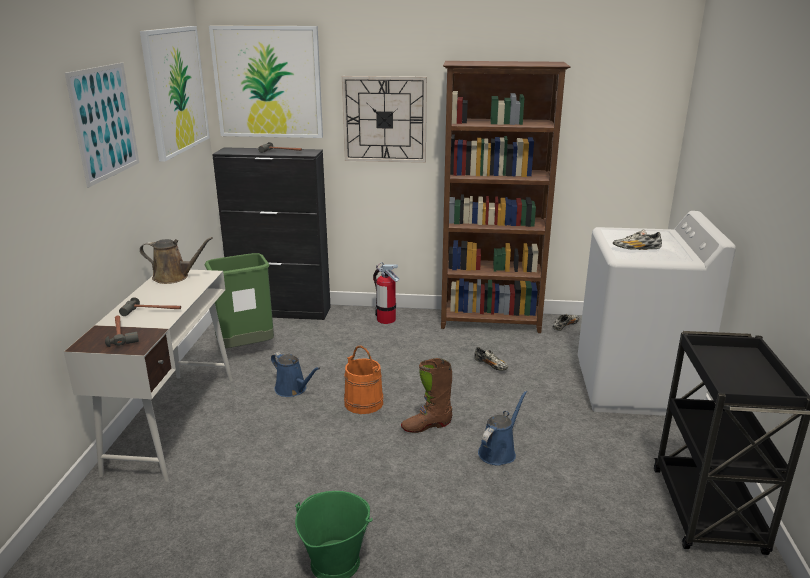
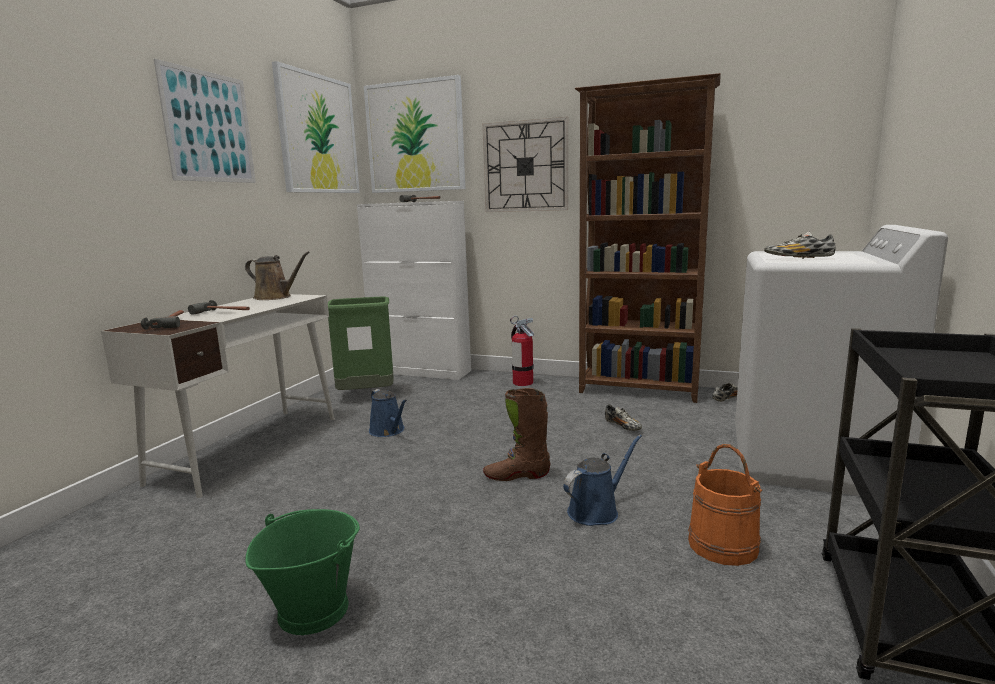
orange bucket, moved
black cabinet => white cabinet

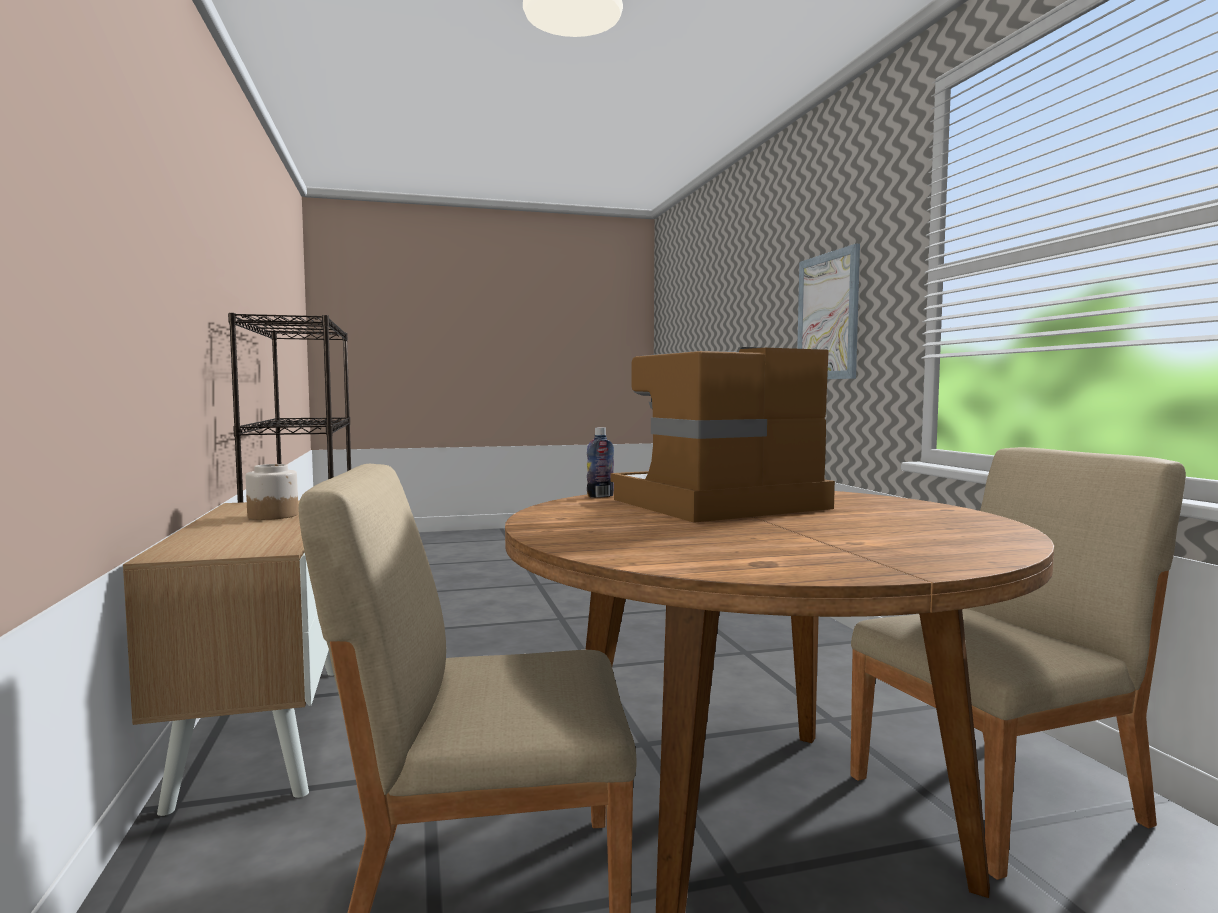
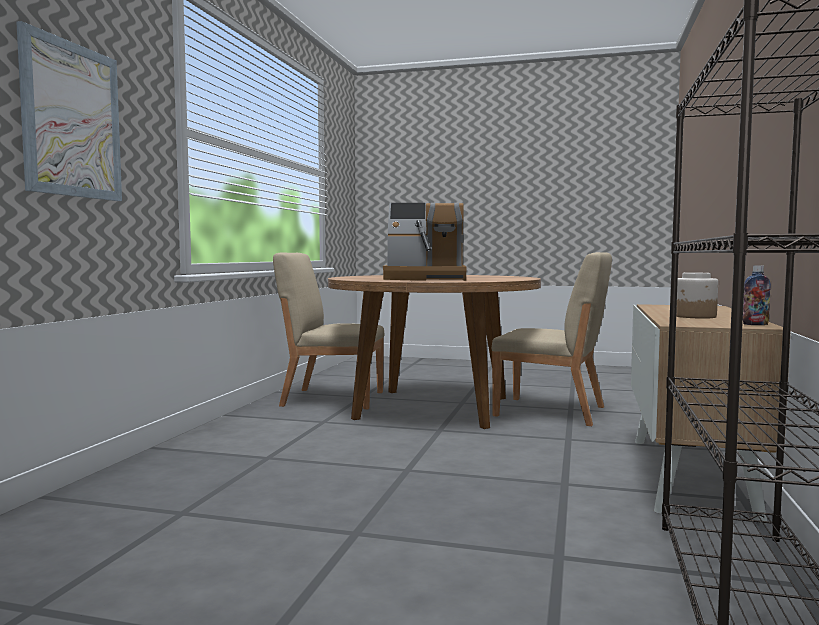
bottle, moved

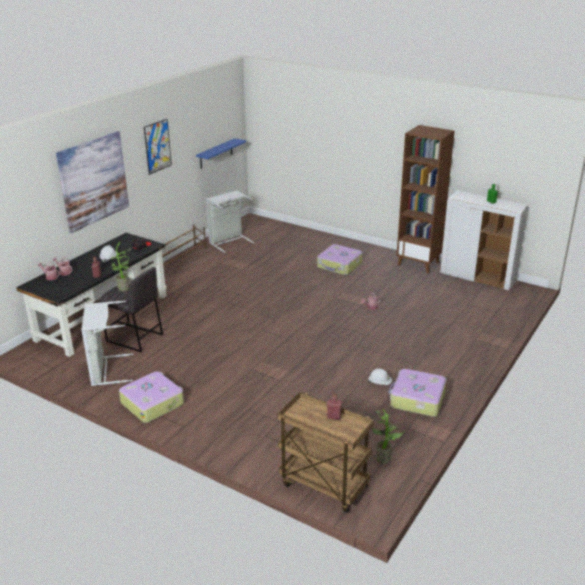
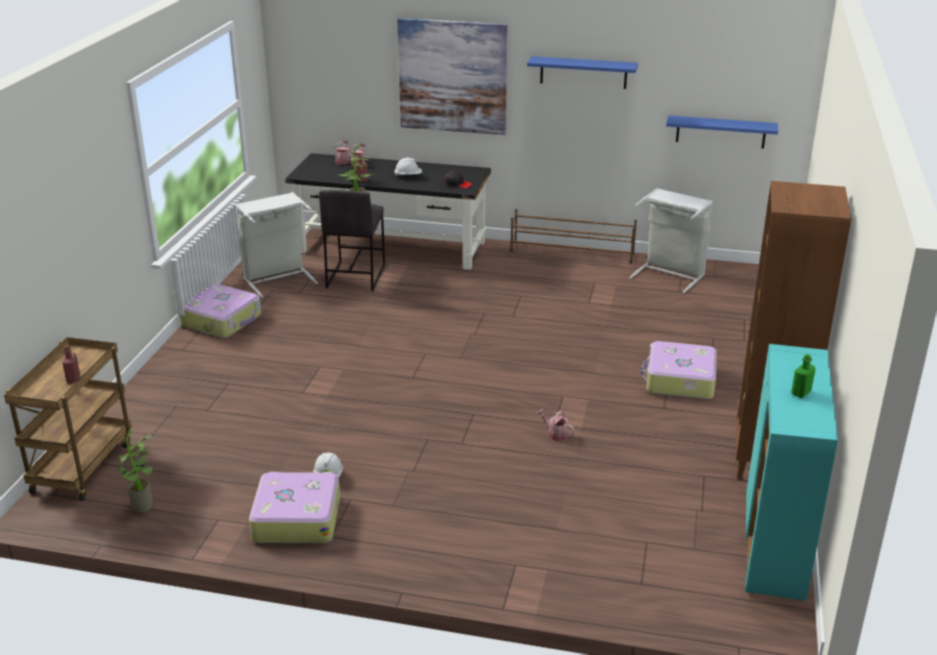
picture (2nd from left) => blue shelf (1st from left)
white cabinet => turquoise cabinet

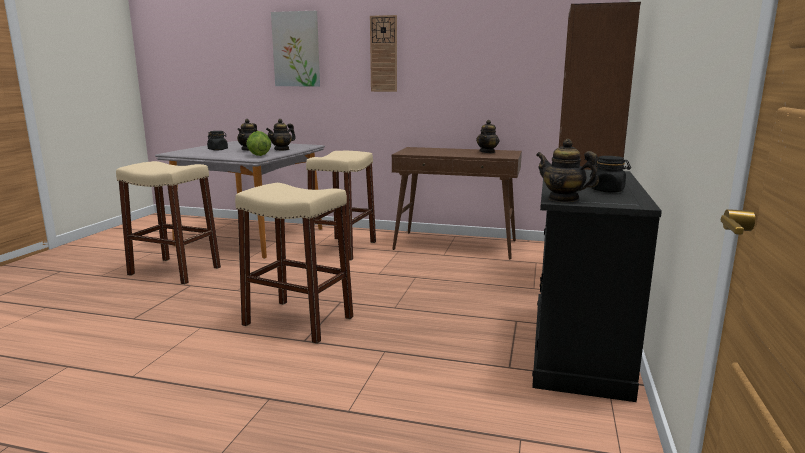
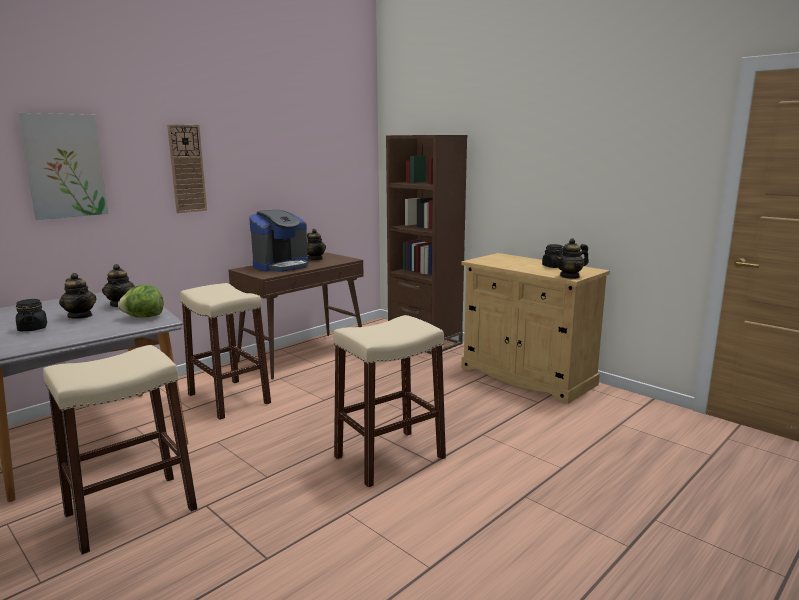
nothing => coffee machine
black cabinet => beige cabinet

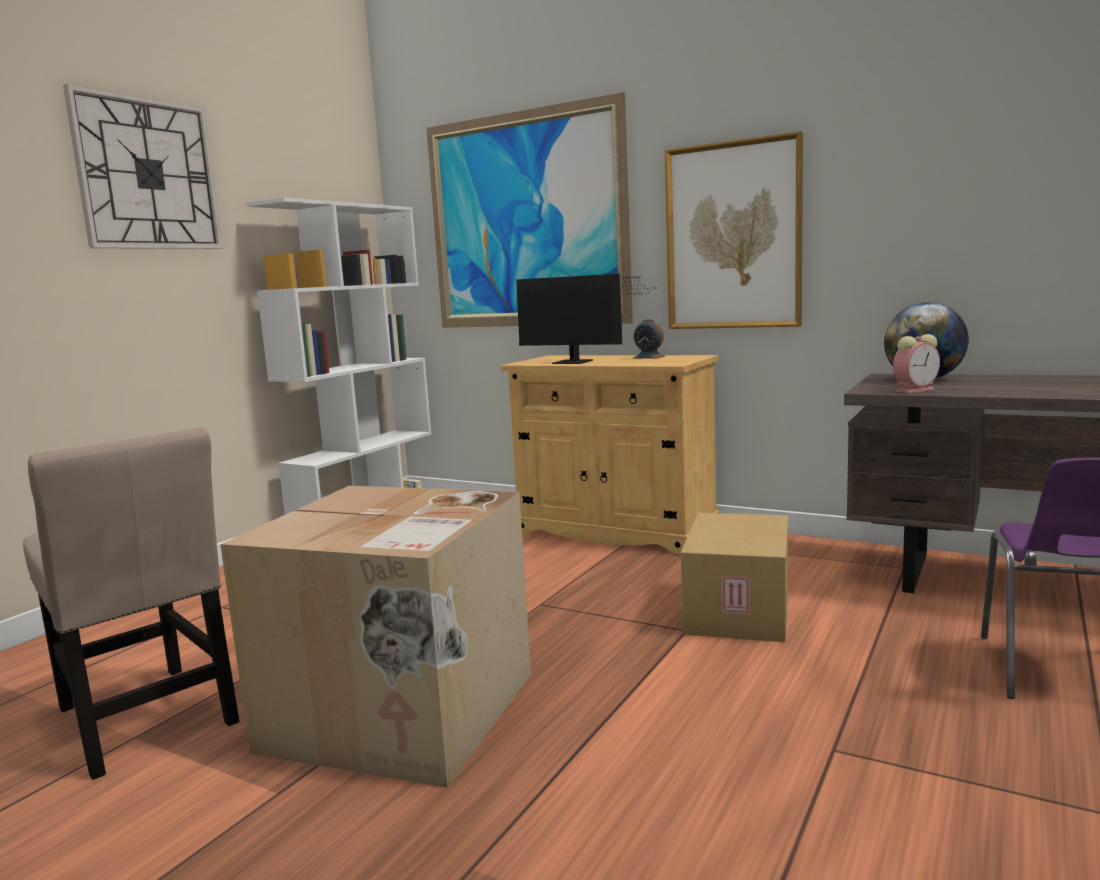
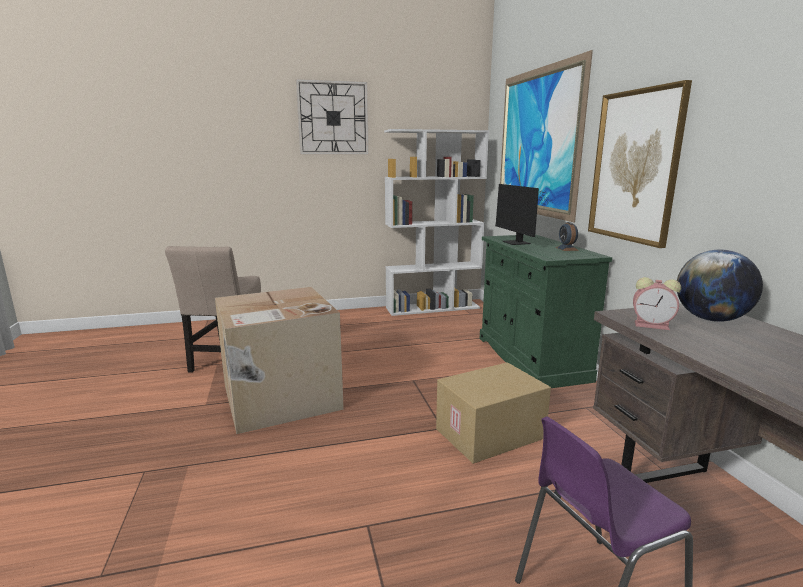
beige cabinet => green cabinet

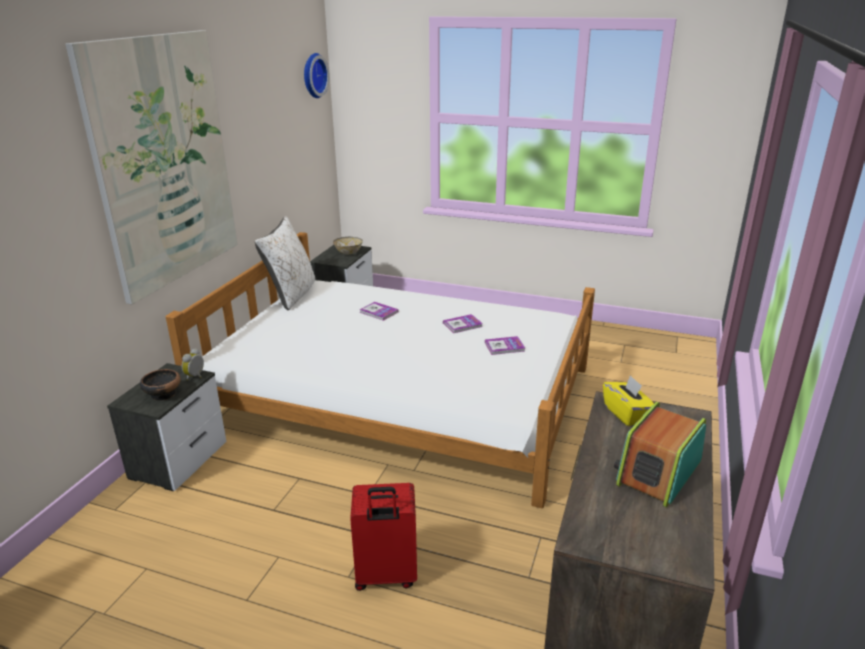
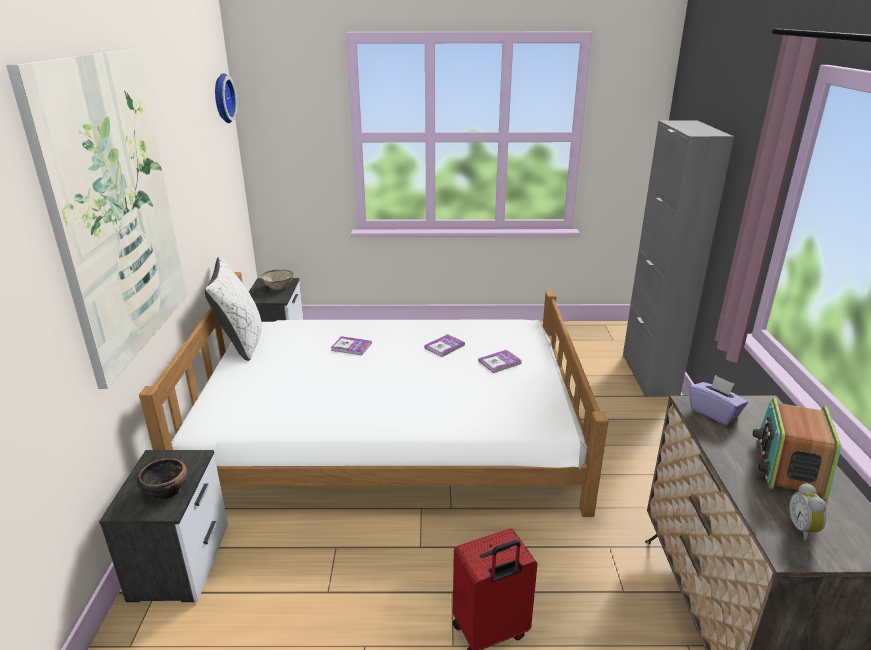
nothing => grey cabinet
alarm clock, moved
yellow tissue box => purple tissue box

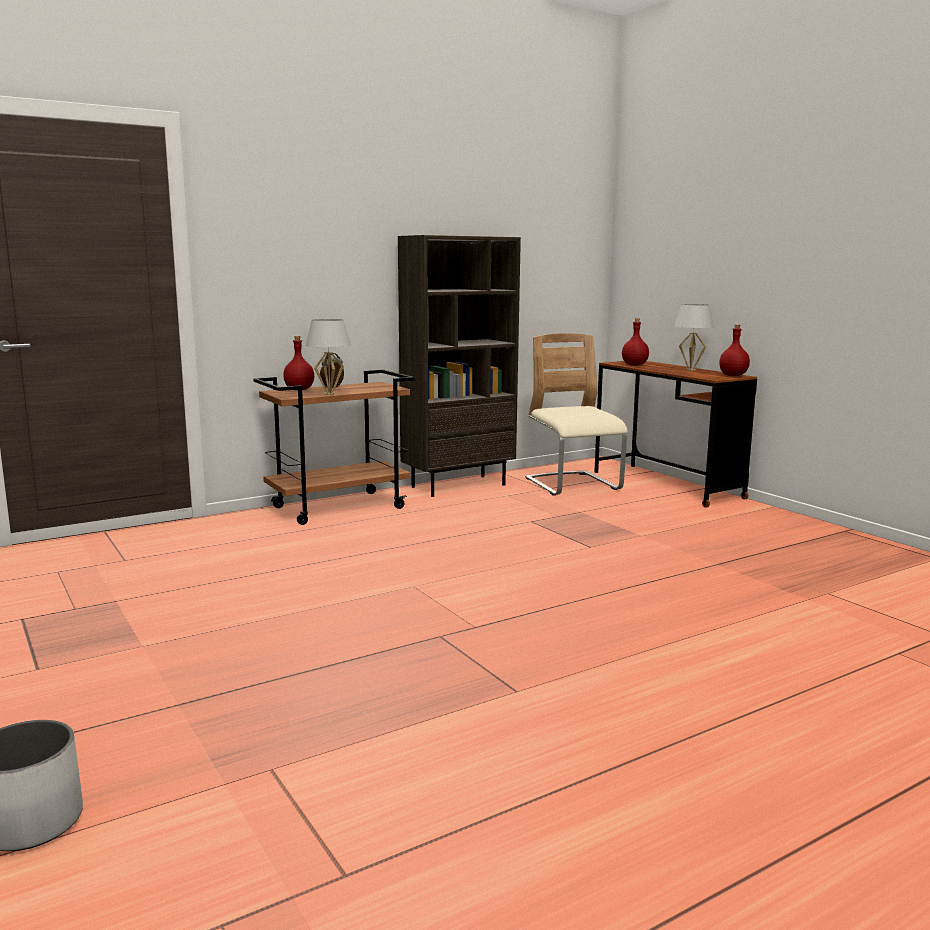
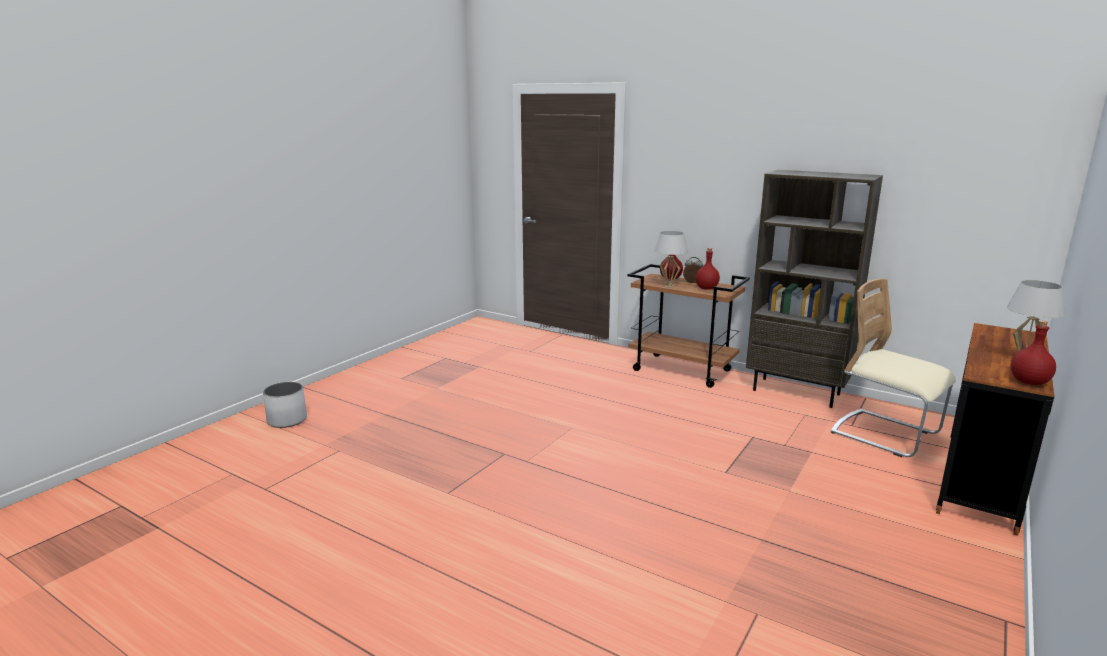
red bottle (2nd from left), moved
beige chair, 90 degrees counterclockwise

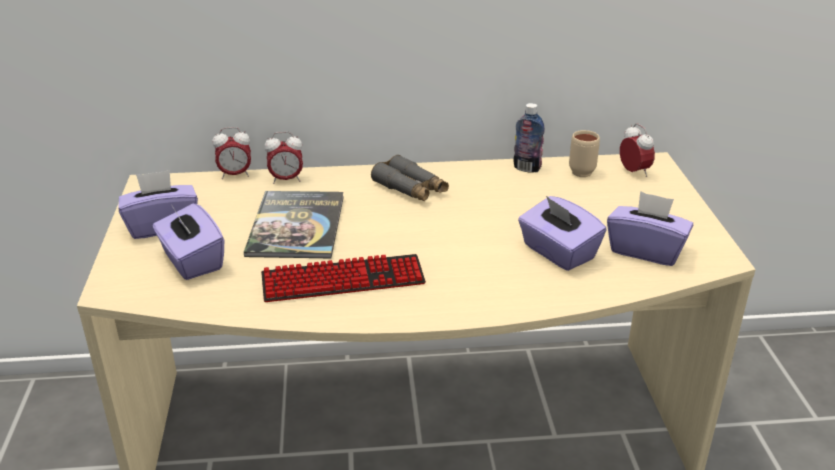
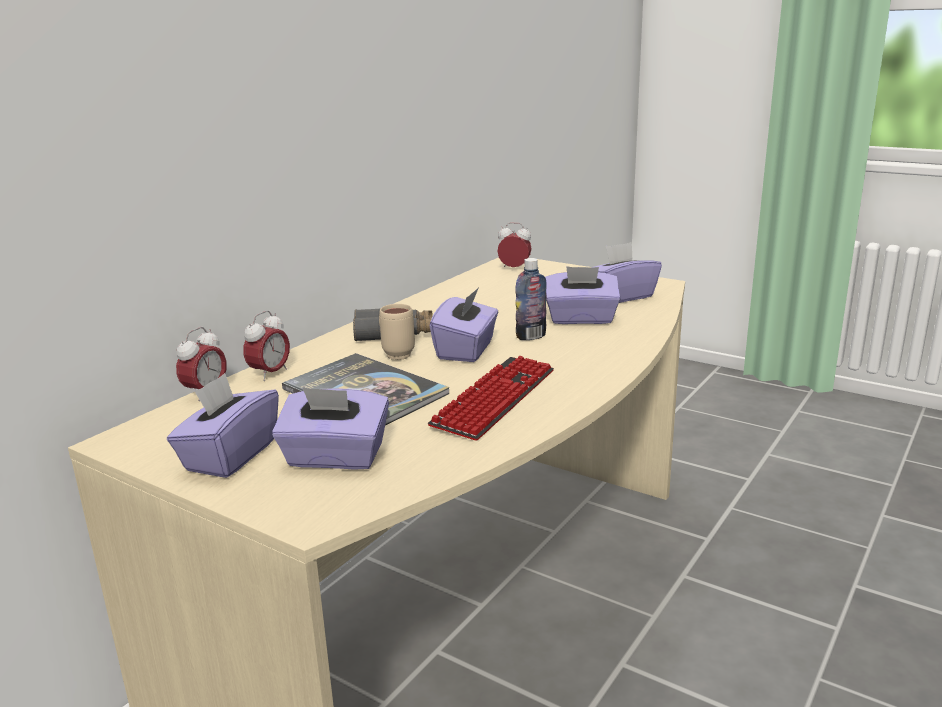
nothing => purple tissue box (3rd from left)
bottle, moved
beige mug, moved

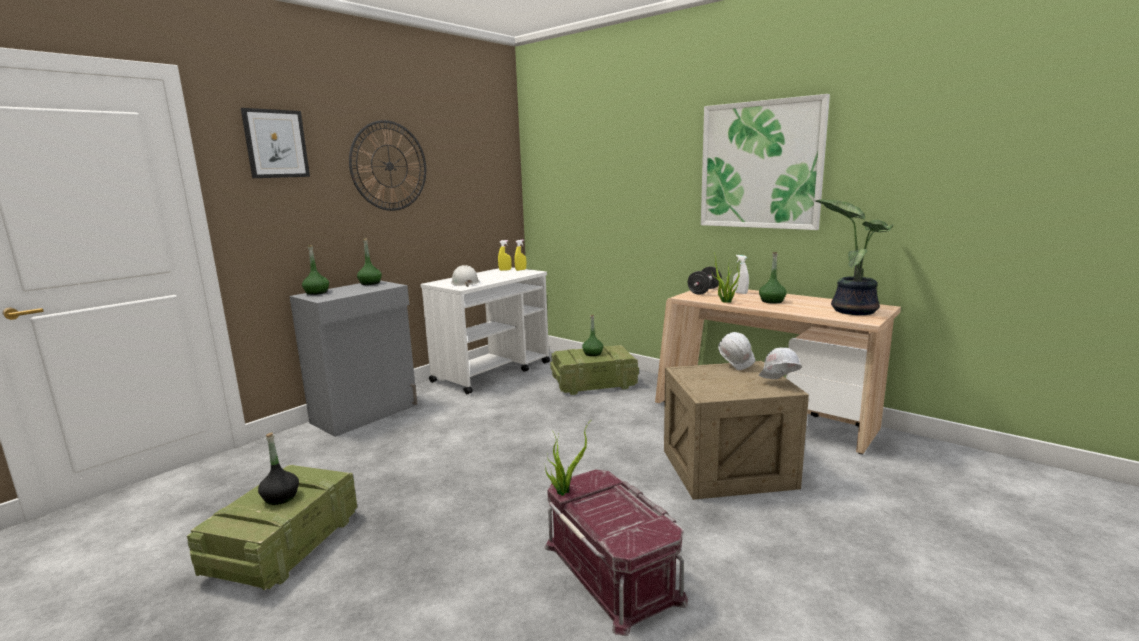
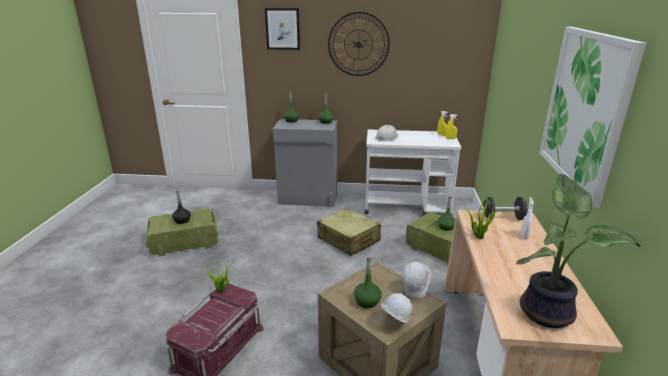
nothing => beige suitcase
green bottle (4th from left in the first image) => green bottle (3rd from left), moved

